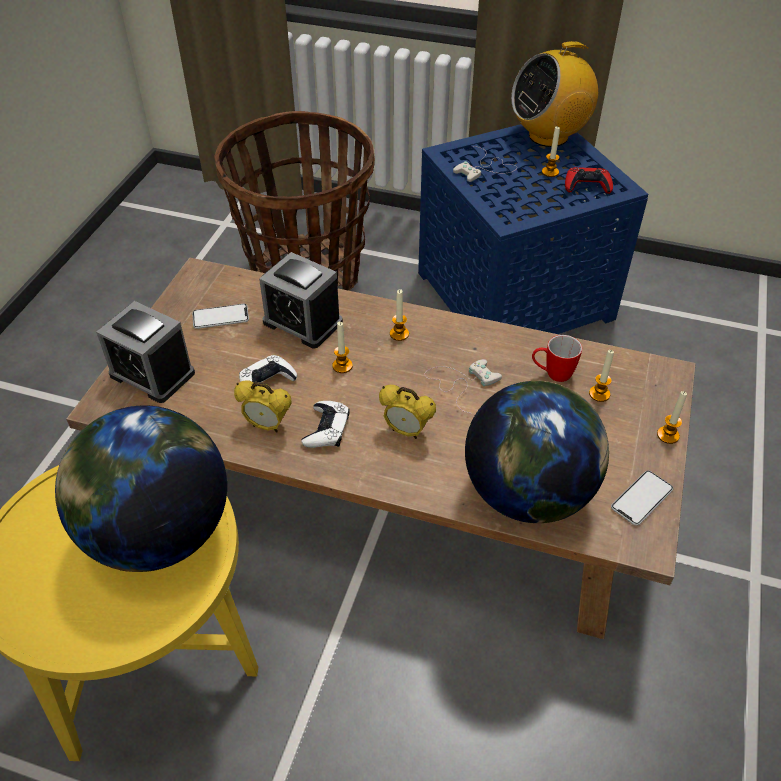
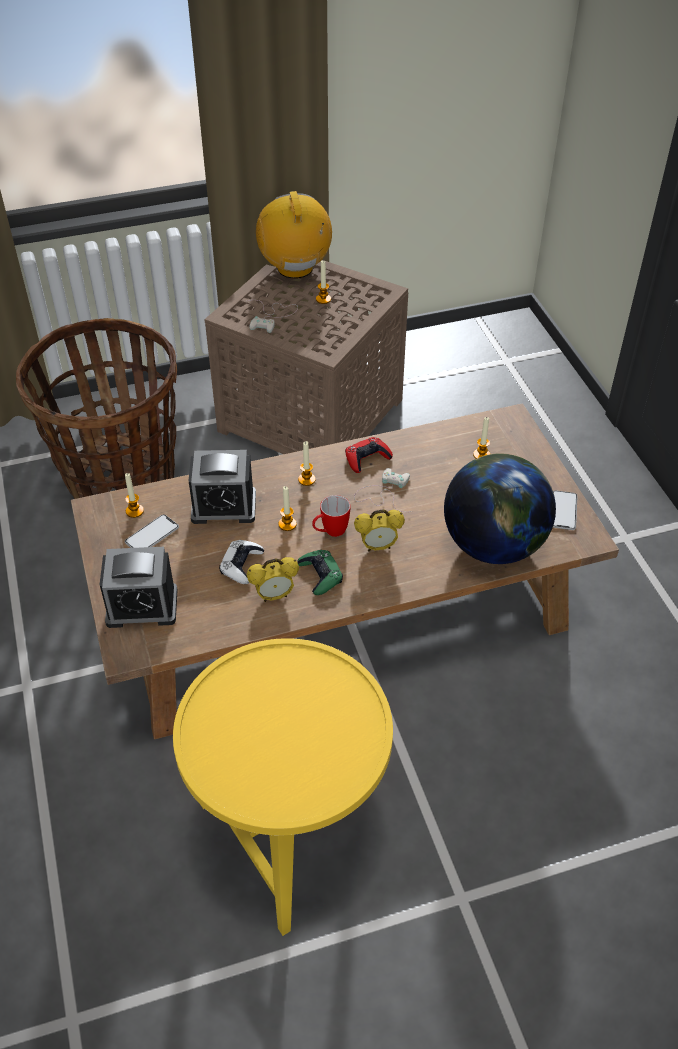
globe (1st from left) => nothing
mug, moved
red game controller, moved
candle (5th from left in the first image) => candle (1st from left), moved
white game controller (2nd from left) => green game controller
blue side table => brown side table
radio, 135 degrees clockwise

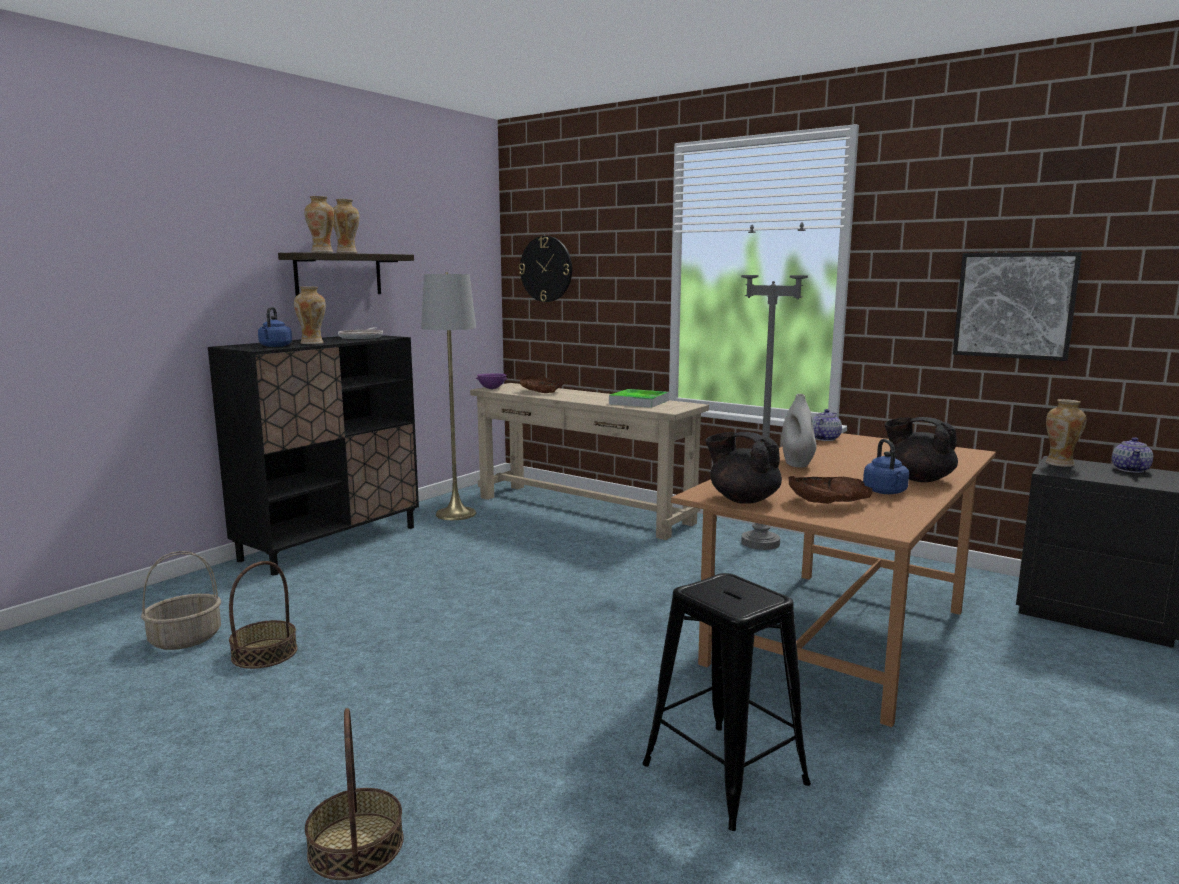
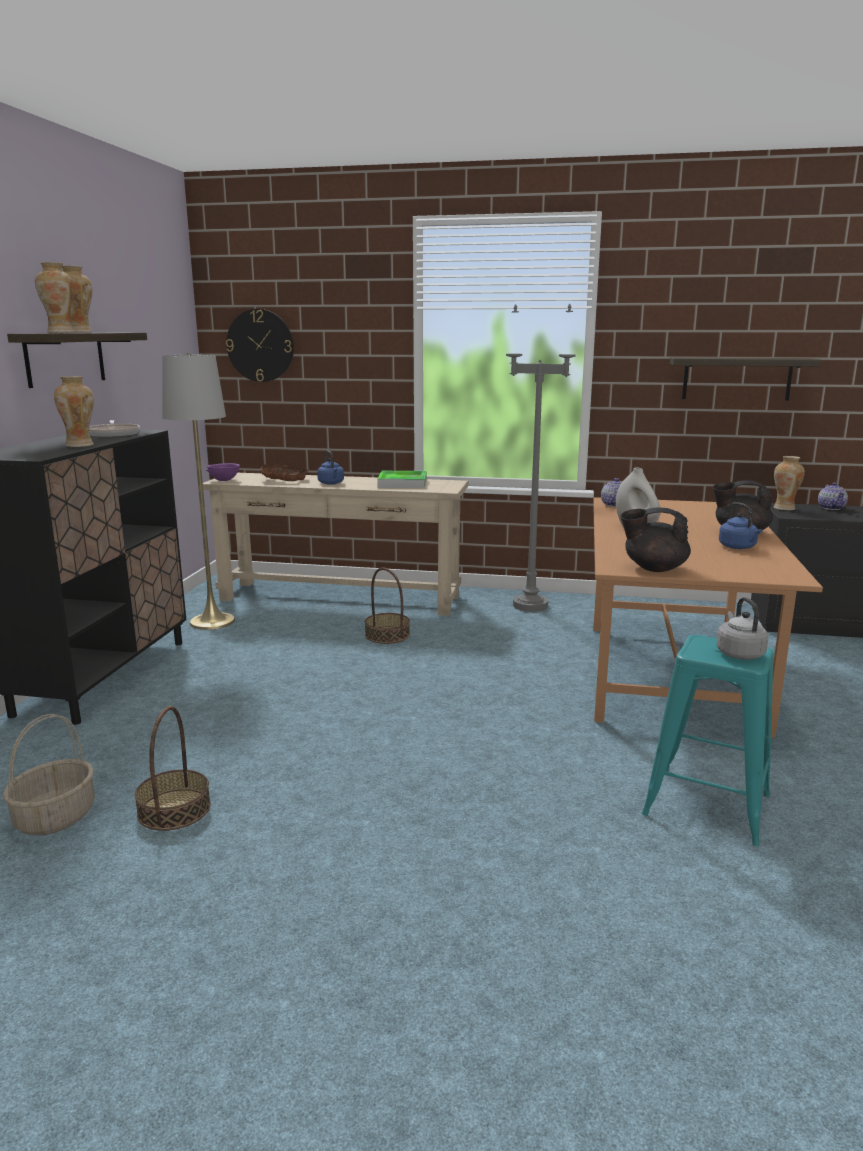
brown bowl (2nd from left) => nothing
nothing => grey kettle
blue kettle (1st from left), moved
basket (3rd from left), moved
picture => shelf (2nd from left)
black stool => turquoise stool

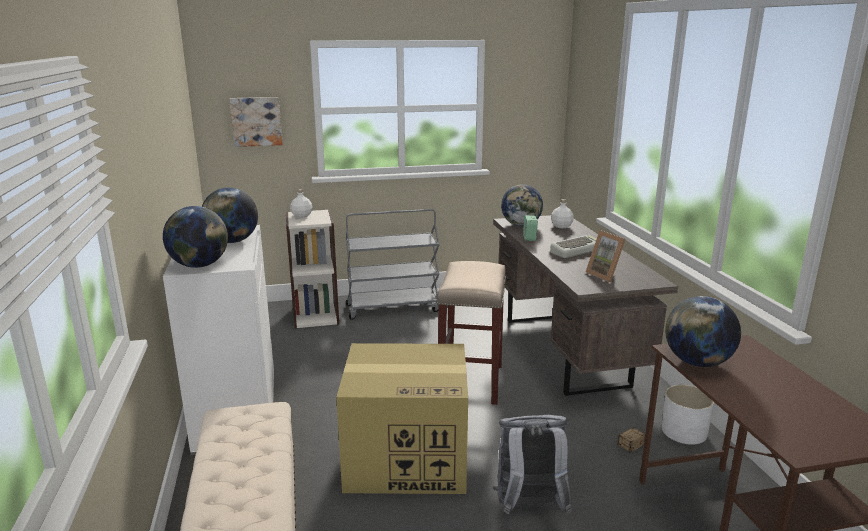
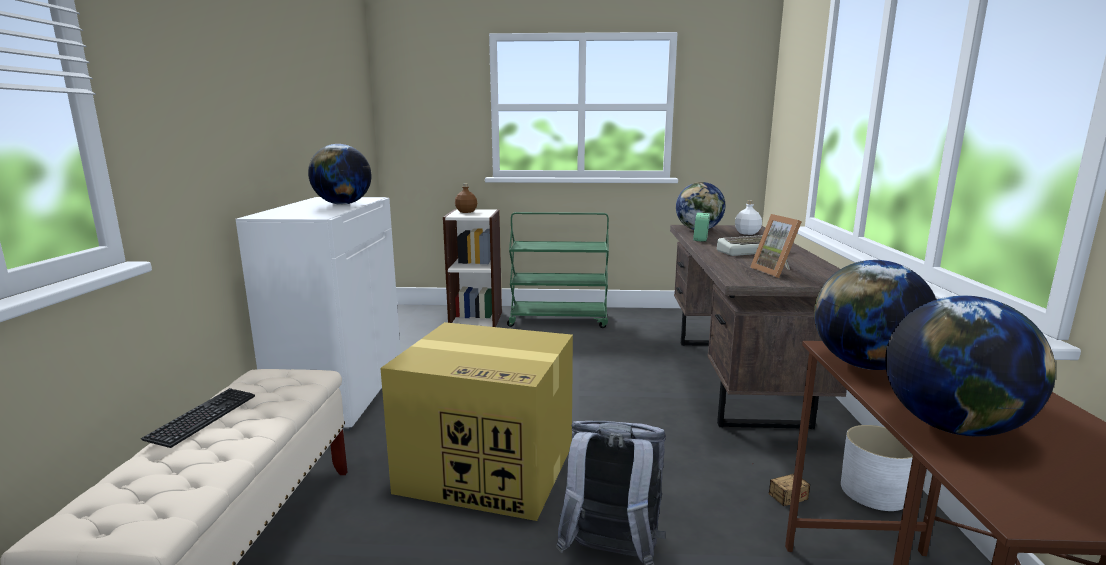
picture => nothing
beige stool => nothing
nothing => keyboard (1st from left)
globe (1st from left in the first image) => globe (4th from left), moved
white bottle (1st from left) => brown bottle
grey cart => green cart

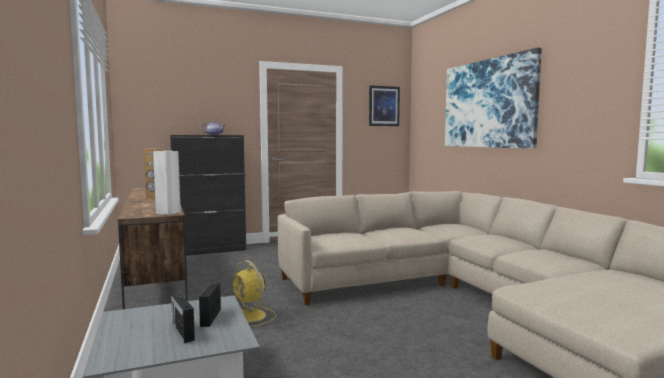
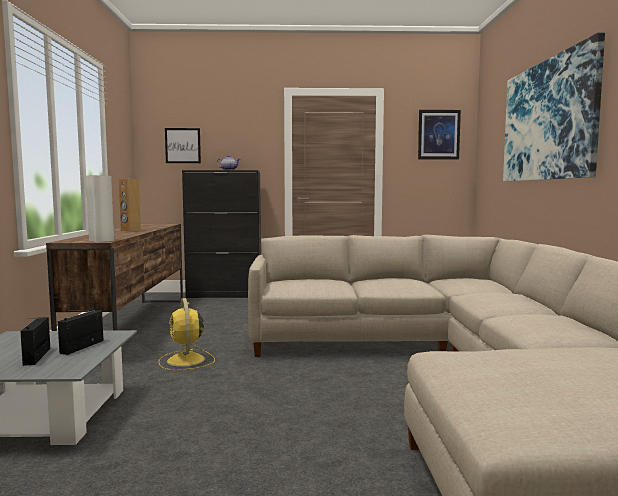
nothing => picture (1st from left)

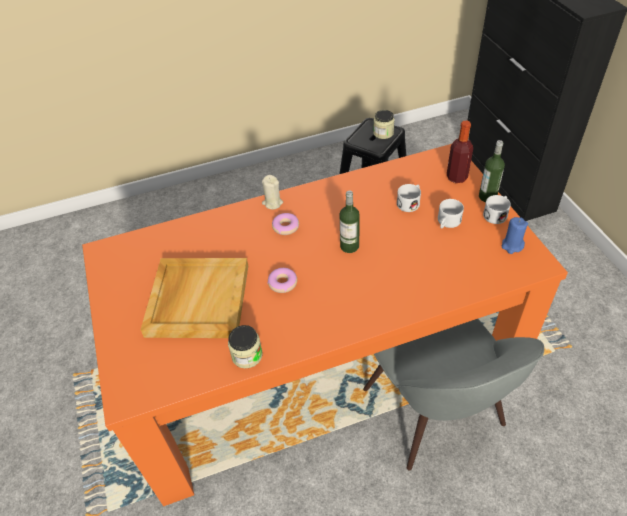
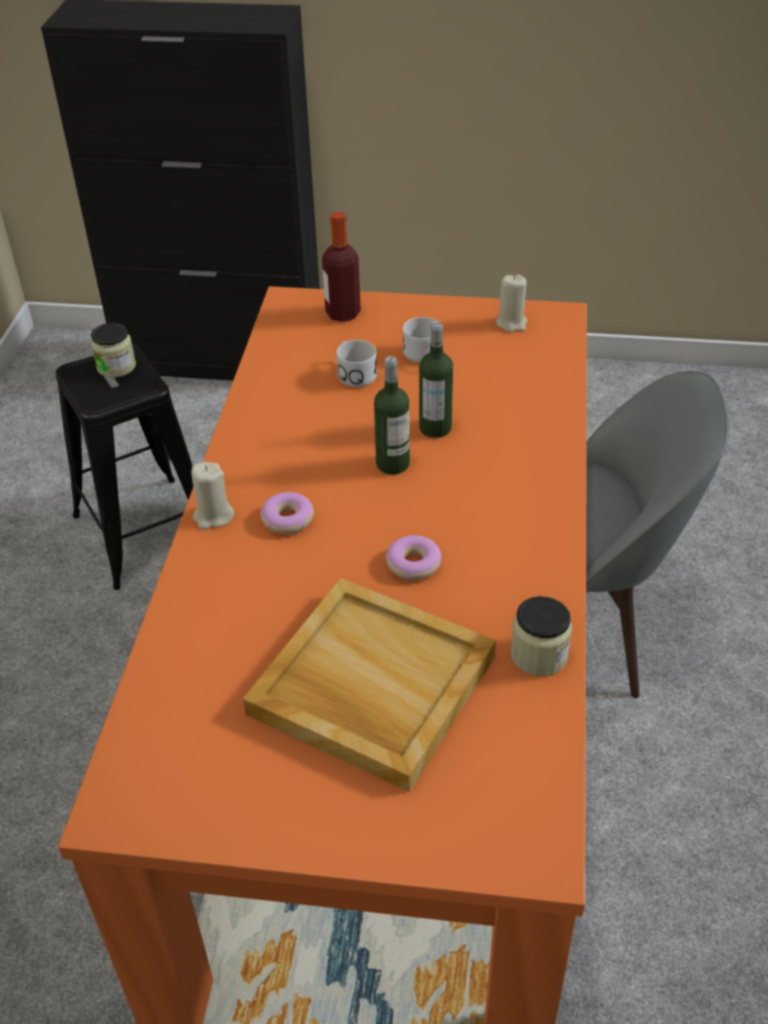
white mug (3rd from left) => nothing
bottle (3rd from left), moved
blue candle => beige candle (2nd from left)

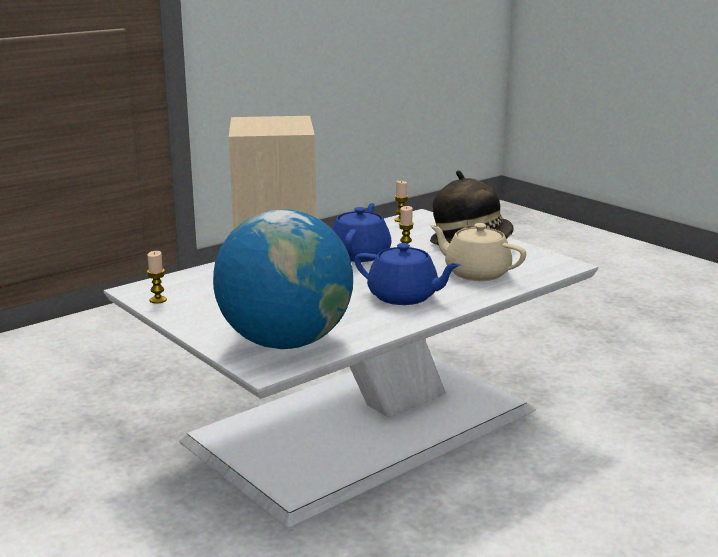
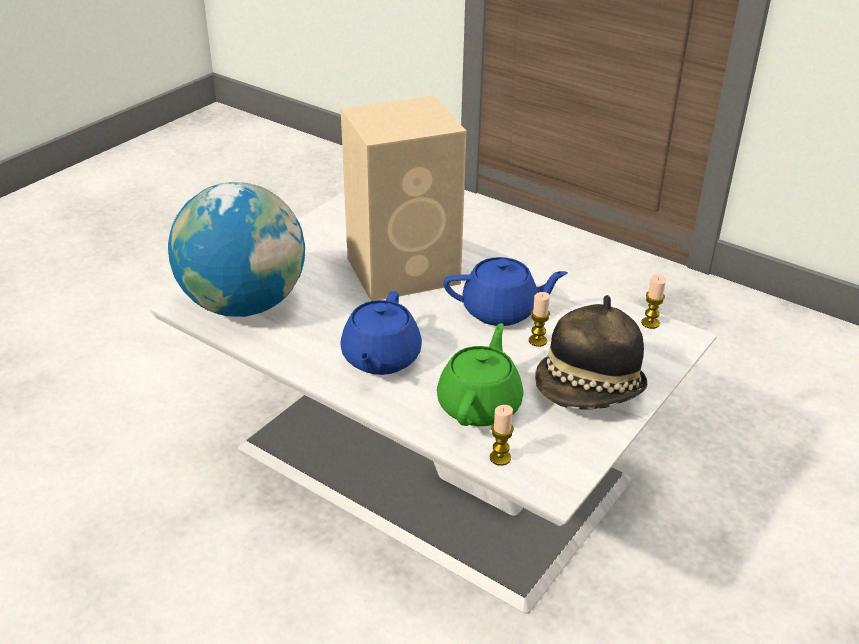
candle (1st from left), moved
beige teapot => green teapot

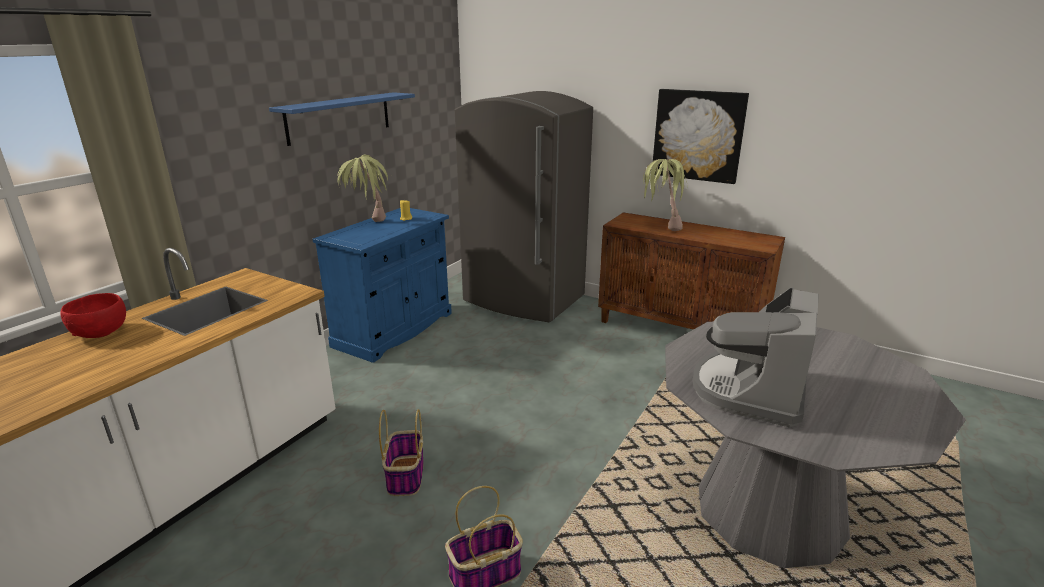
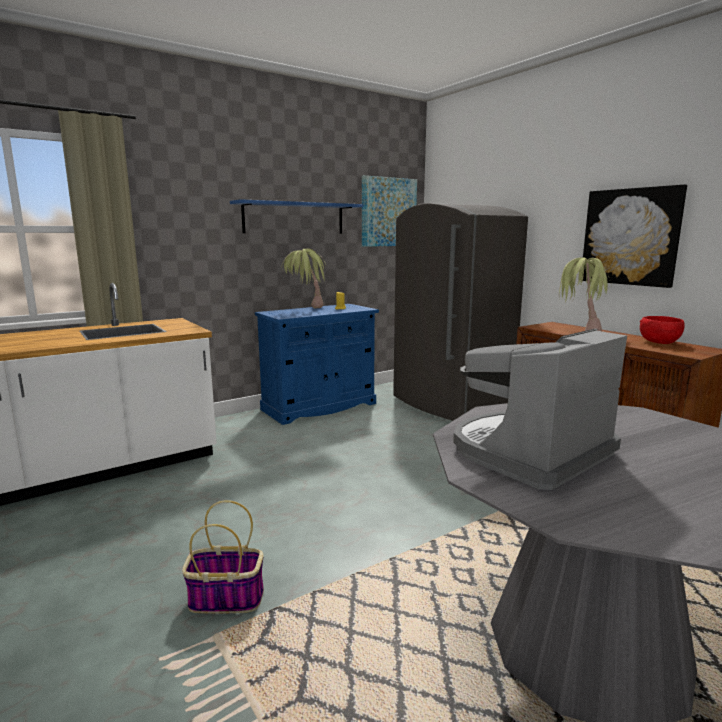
basket (1st from left) => nothing
nothing => picture (1st from left)
red bowl, moved

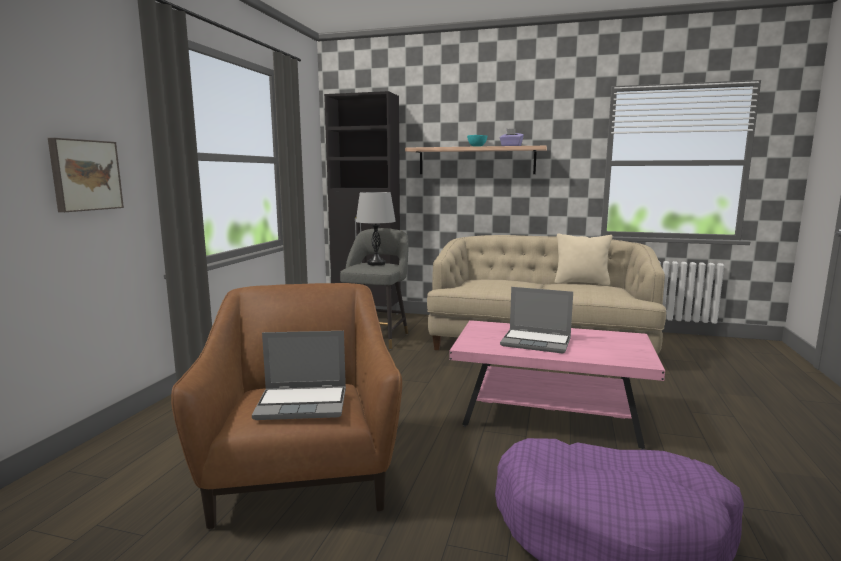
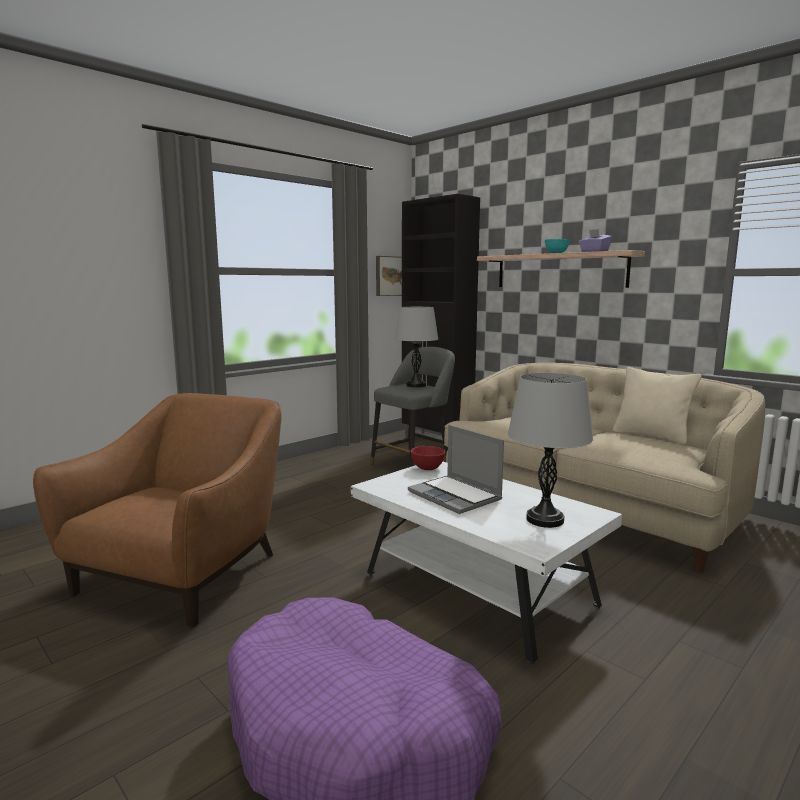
laptop (1st from left) => nothing
nothing => red bowl
nothing => grey table lamp (2nd from left)
picture, moved
pink coffee table => white coffee table

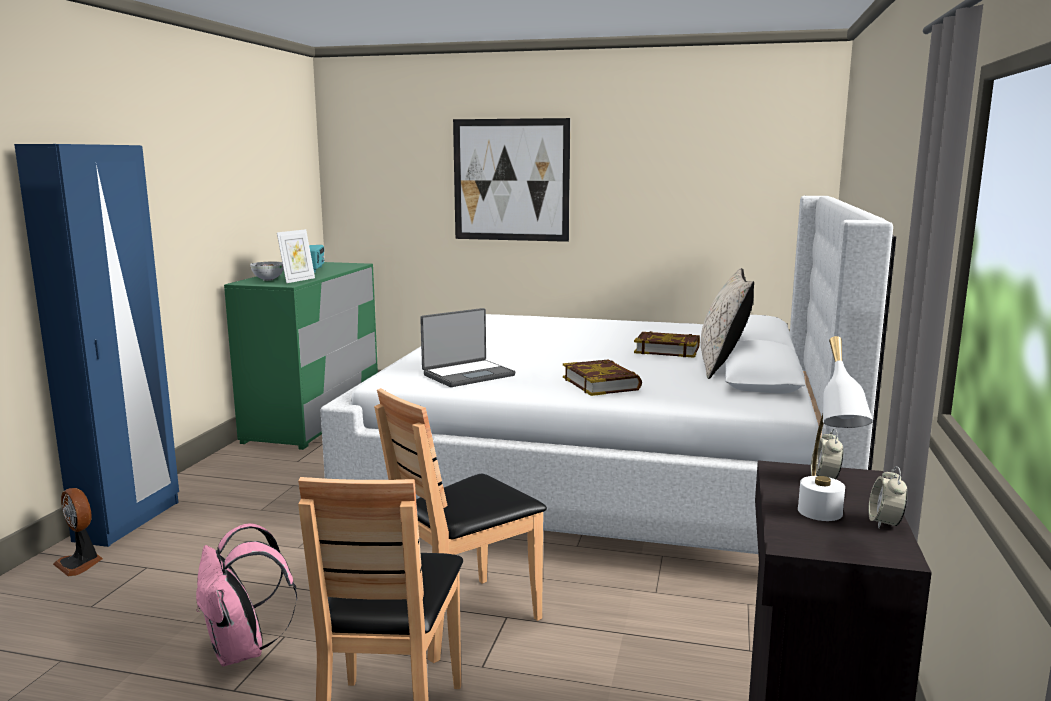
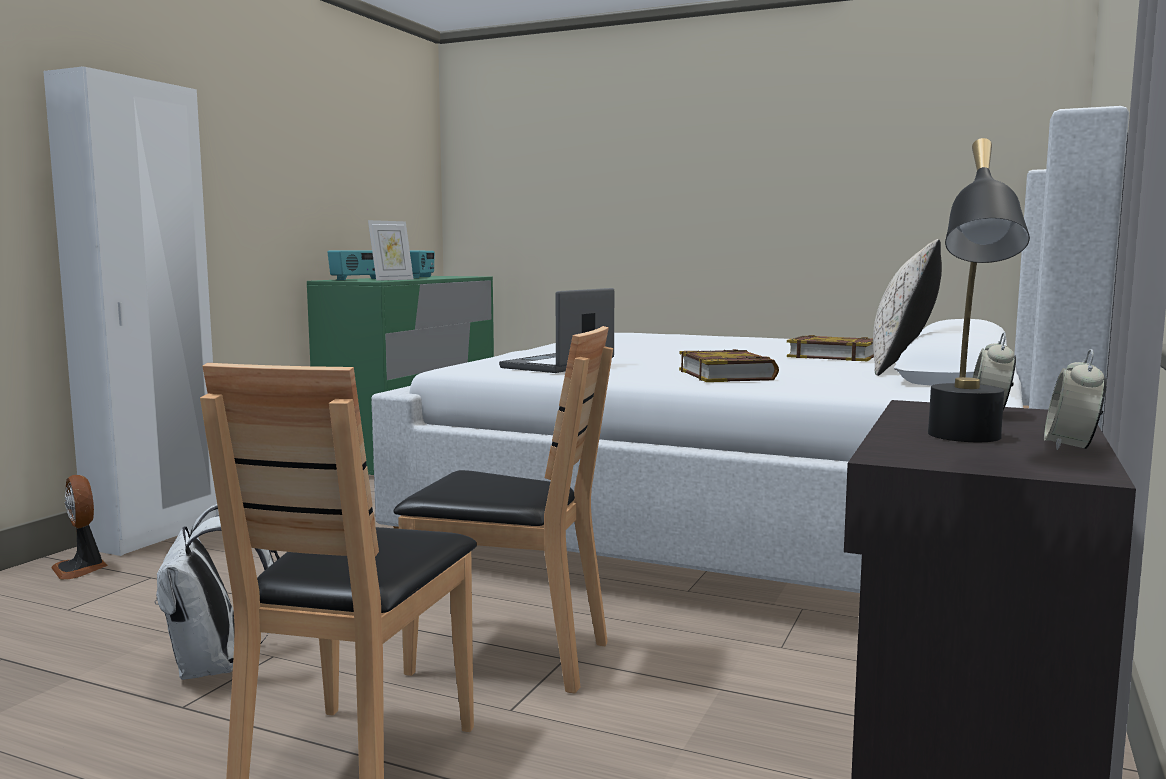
picture => nothing
bowl => radio (1st from left)
blue wardrobe => white wardrobe
pink backpack => white backpack
white table lamp => black table lamp
brown chair (2nd from left), 135 degrees counterclockwise
laptop, 150 degrees clockwise

